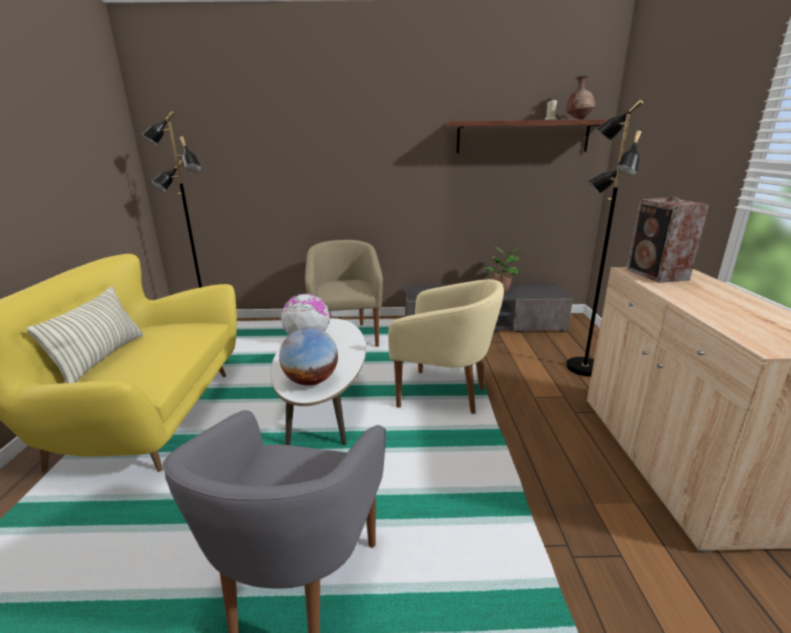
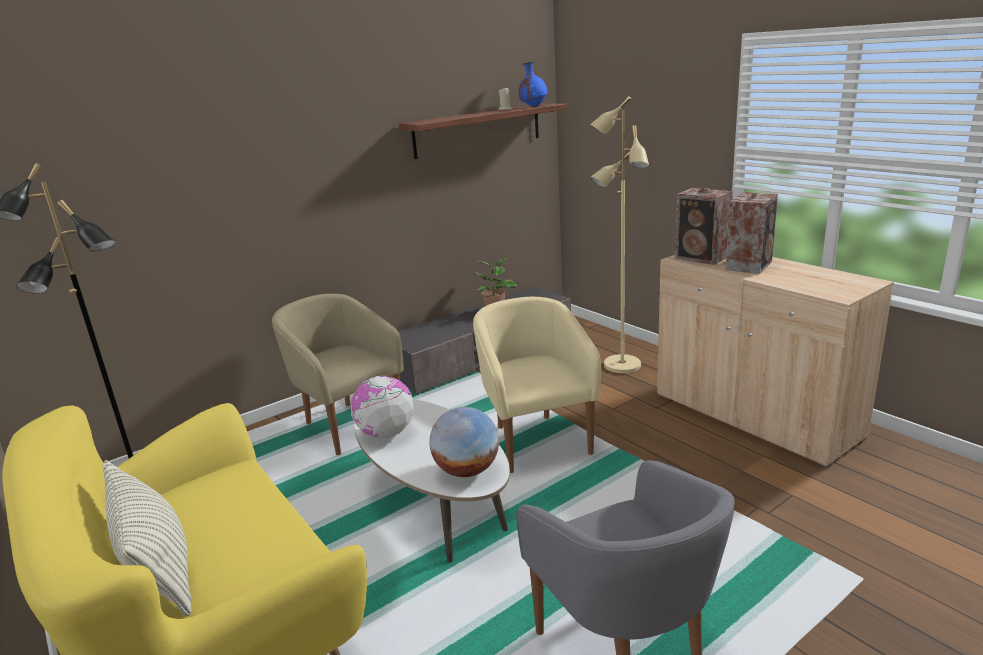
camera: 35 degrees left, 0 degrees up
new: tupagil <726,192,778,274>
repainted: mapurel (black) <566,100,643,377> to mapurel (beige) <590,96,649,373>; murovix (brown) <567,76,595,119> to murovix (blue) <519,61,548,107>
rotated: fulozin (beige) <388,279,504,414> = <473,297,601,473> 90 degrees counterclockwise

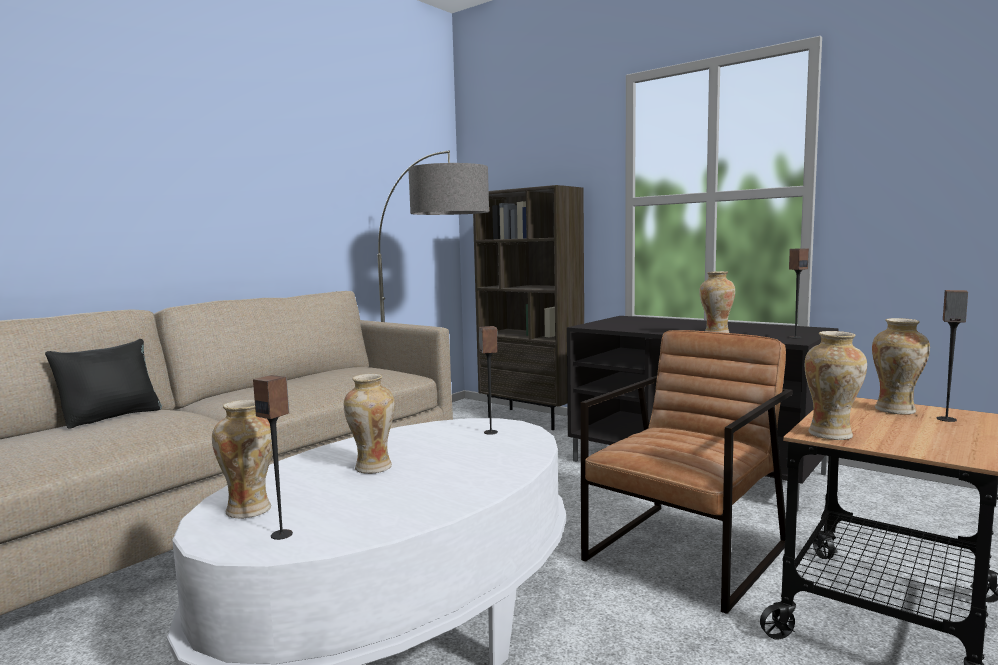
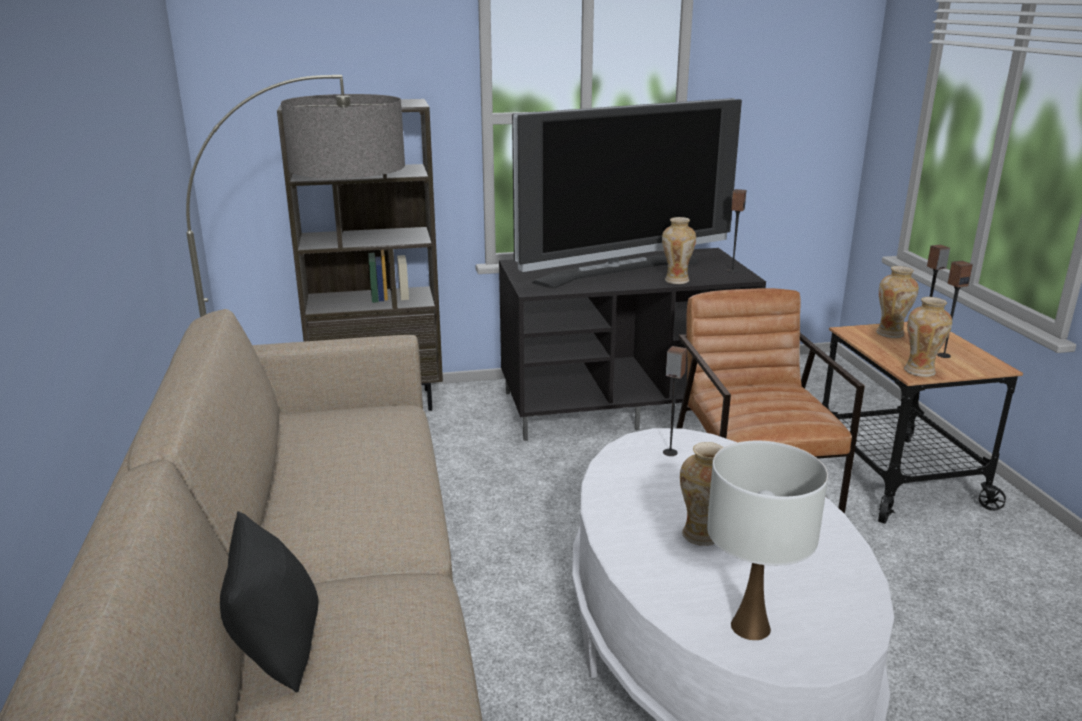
camera: 50 degrees left, 15 degrees up
new: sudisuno <512,98,742,289>
shifted: tupagil <253,375,293,540> to <937,261,973,358>
swapped: murovix <212,400,273,518> to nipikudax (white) <707,441,828,640>

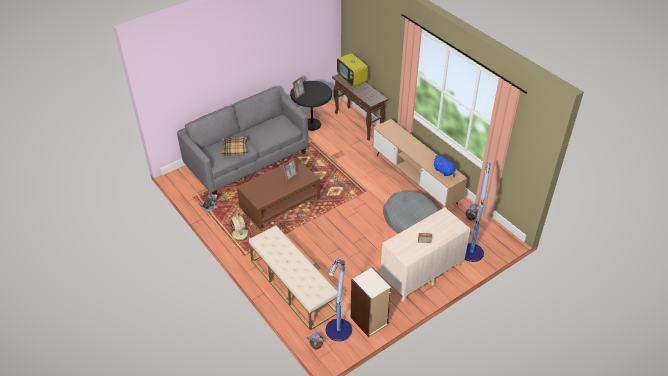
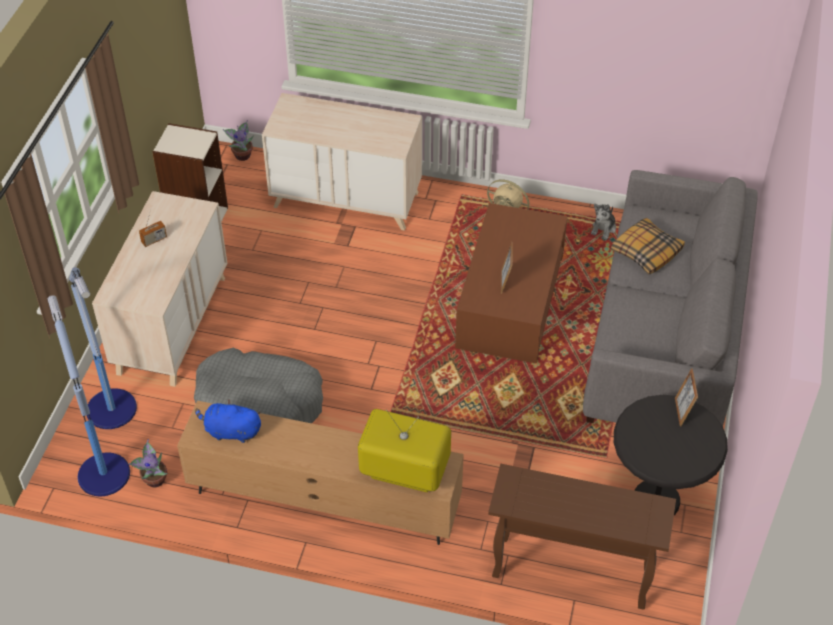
camera: 140 degrees right, 5 degrees up
shifted: mapurel <326,258,352,341> to <48,295,130,496>; sudisuno <337,49,368,88> to <358,409,451,492>
swapped: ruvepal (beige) <249,226,337,331> to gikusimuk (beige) <262,93,422,231>

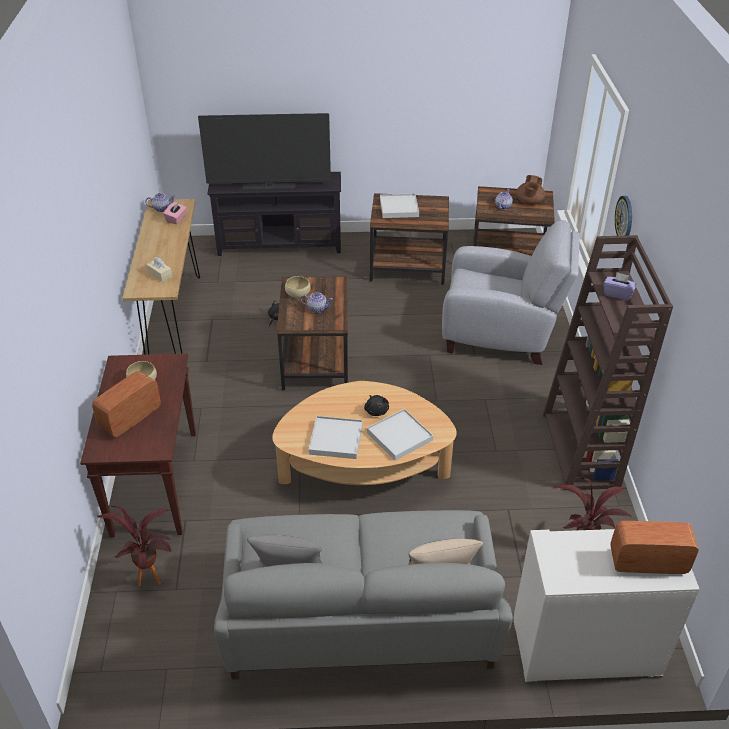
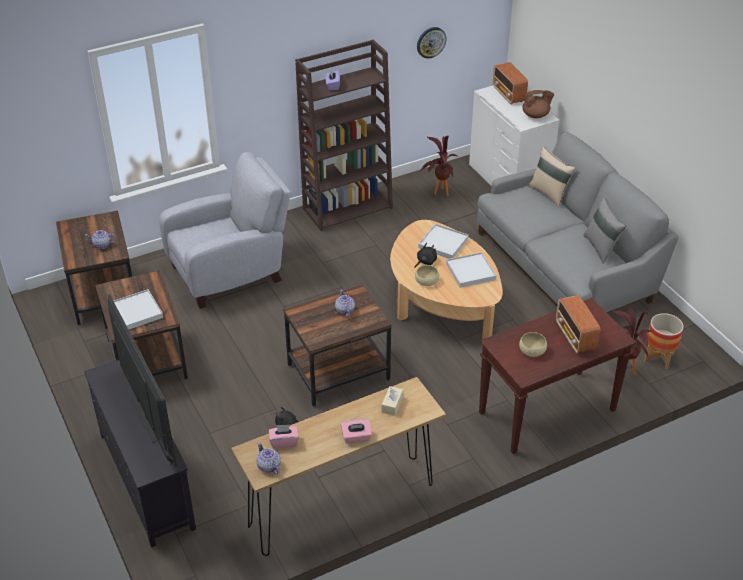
camera: 115 degrees left, 0 degrees up
new: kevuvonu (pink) <341,419,372,443>; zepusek <644,313,684,369>
shifted: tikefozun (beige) <285,276,311,298> to <415,265,439,286>; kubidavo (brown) <516,175,545,205> to <522,90,554,118>; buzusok <615,196,632,236> to <417,27,447,59>
rotated: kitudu <92,371,161,437> = <556,295,600,353> 60 degrees clockwise; fulozin (grey) <442,220,580,365> = <159,152,291,309> 75 degrees clockwise

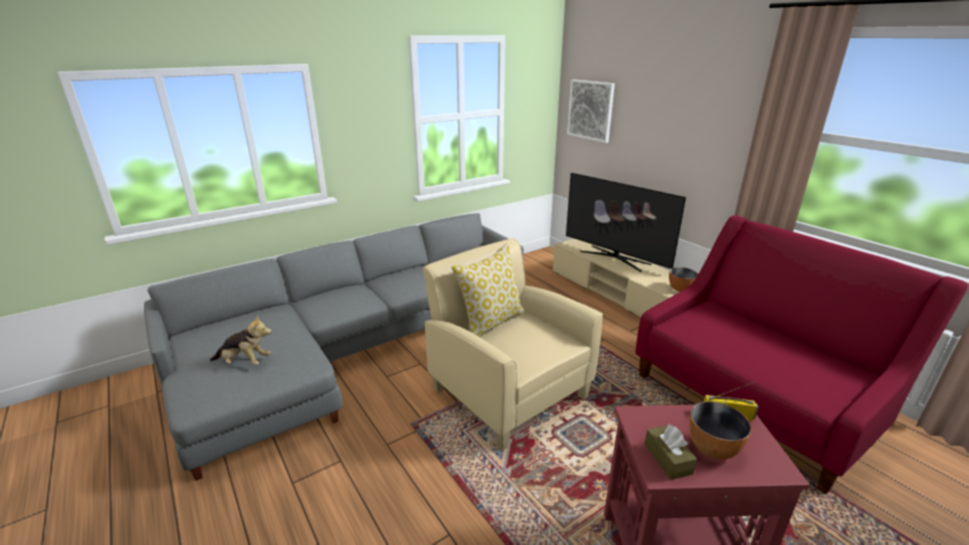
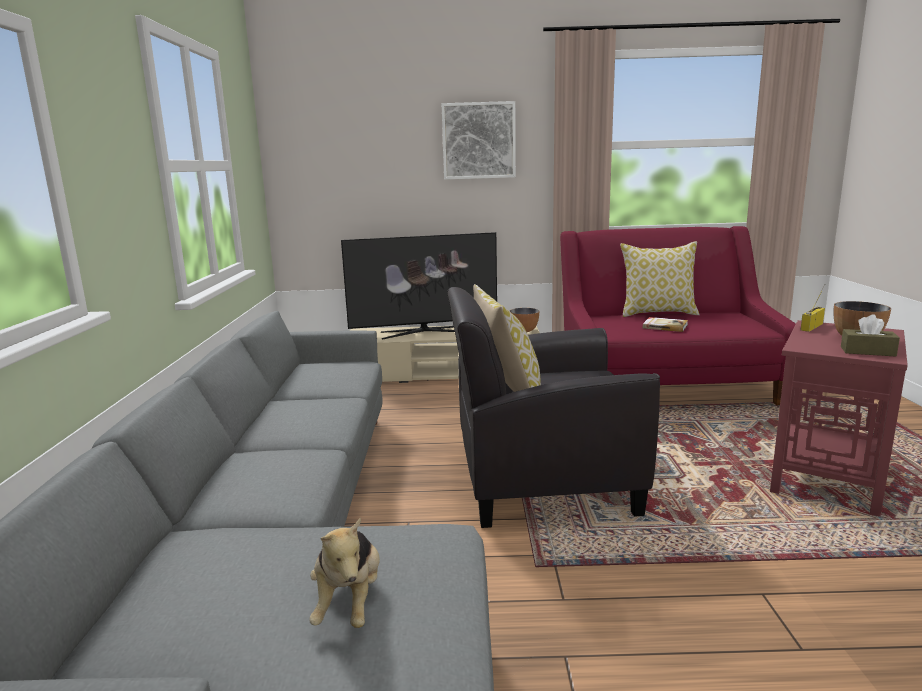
camera: 55 degrees left, 10 degrees down
new: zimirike <620,241,700,317>; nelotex <643,317,688,332>
shifted: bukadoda <567,79,615,143> to <442,101,516,180>
repainted: fulozin (beige) <423,238,603,451> to fulozin (black) <447,287,660,528>
rotated: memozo <210,315,272,365> = <309,517,380,628> 135 degrees clockwise

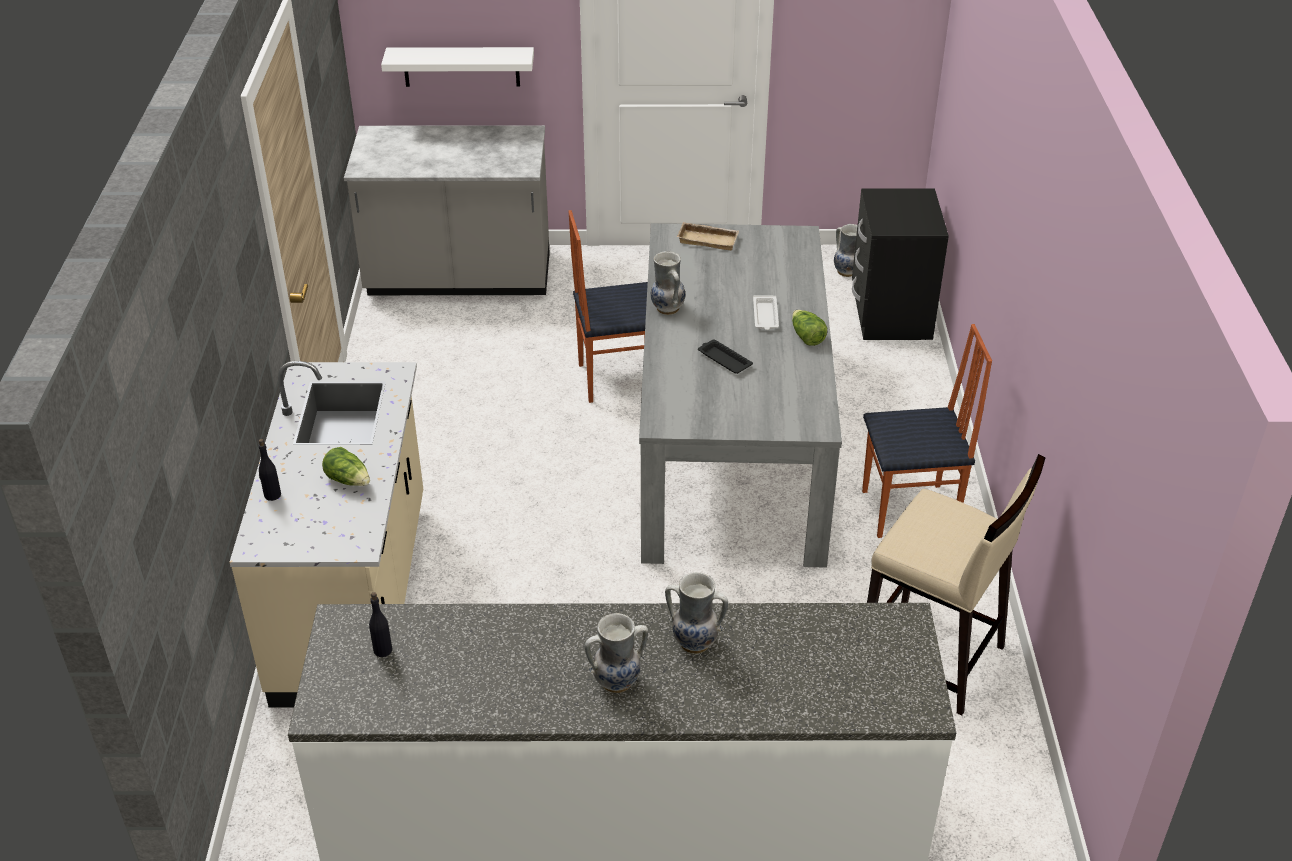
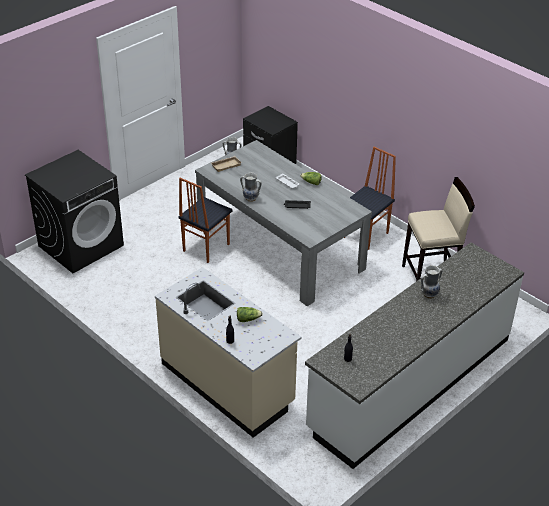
camera: 45 degrees left, 0 degrees up
gone: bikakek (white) <381,47,534,87>; murovix <585,613,648,693>
swapped: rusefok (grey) <344,125,550,295> to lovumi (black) <25,150,124,273>

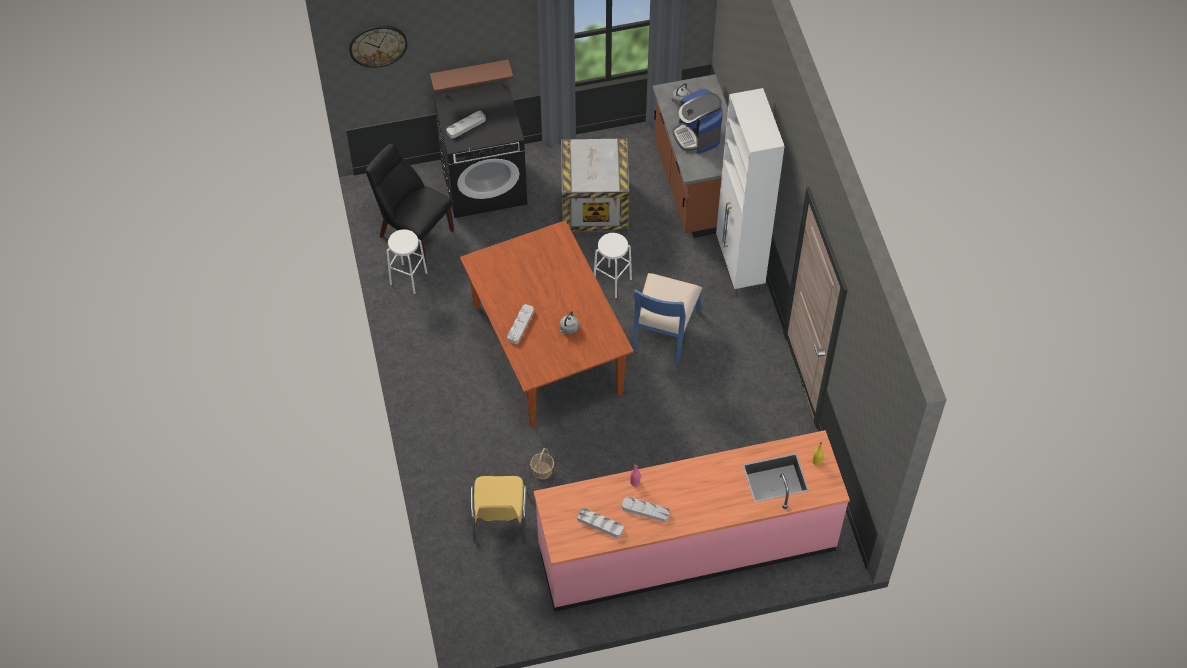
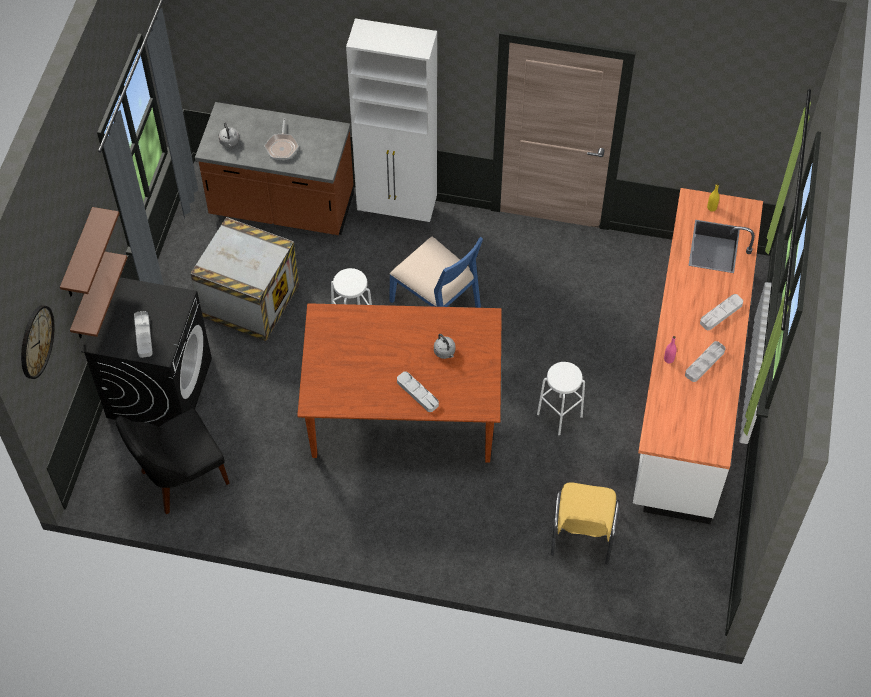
camera: 65 degrees left, 0 degrees up
gone: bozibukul <530,448,554,479>
new: bikakek (brown) <60,207,120,296>
shifted: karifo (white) <387,229,427,294> to <537,362,585,435>; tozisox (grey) <577,508,624,538> to <700,294,743,330>
swapped: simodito <672,89,723,154> to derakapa <264,118,299,160>
repainted: rusefok (pink) <534,430,850,611> to rusefok (white) <633,188,763,524>
rotated: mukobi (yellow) <471,476,528,544> = <551,482,620,564> 75 degrees clockwise

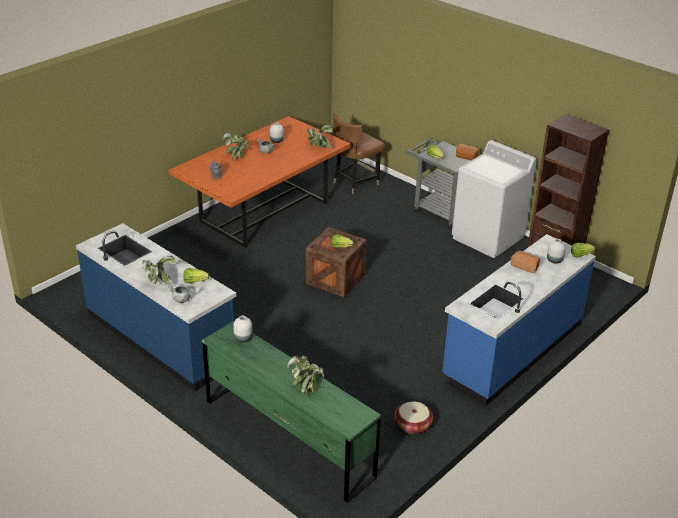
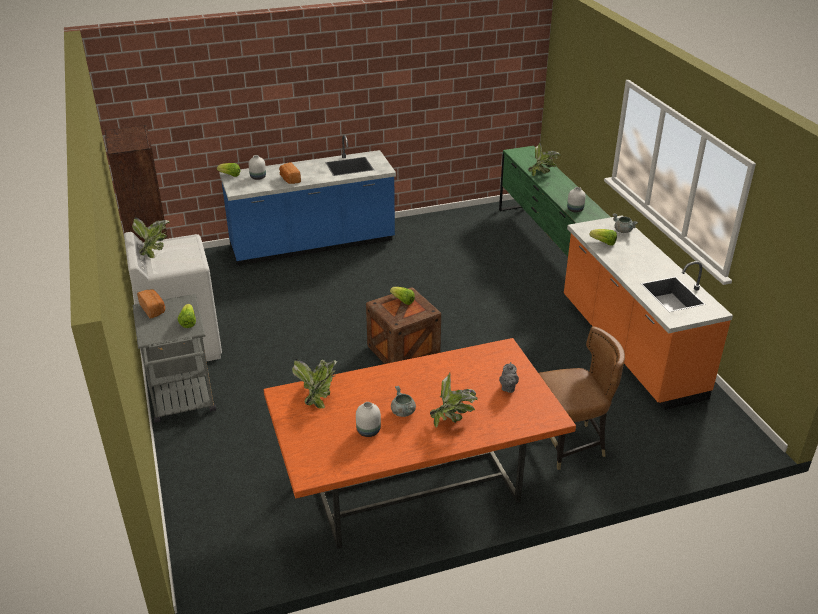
camera: 150 degrees left, 0 degrees up
gone: bozibukul <394,402,433,434>
shifted: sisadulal <143,256,176,285> to <132,217,170,258>; mukobi (brown) <333,113,385,194> to <539,326,625,470>
repainted: rusefok (blue) <76,223,236,391> to rusefok (orange) <564,215,733,410>

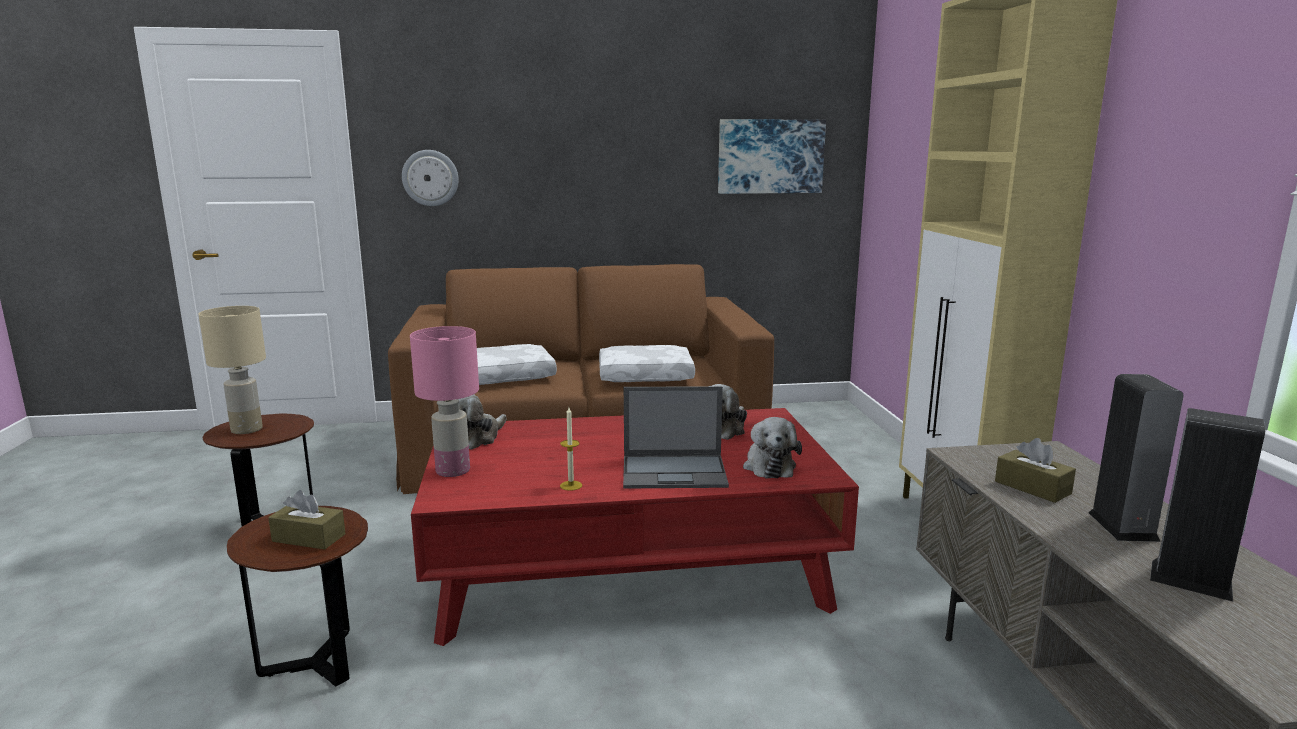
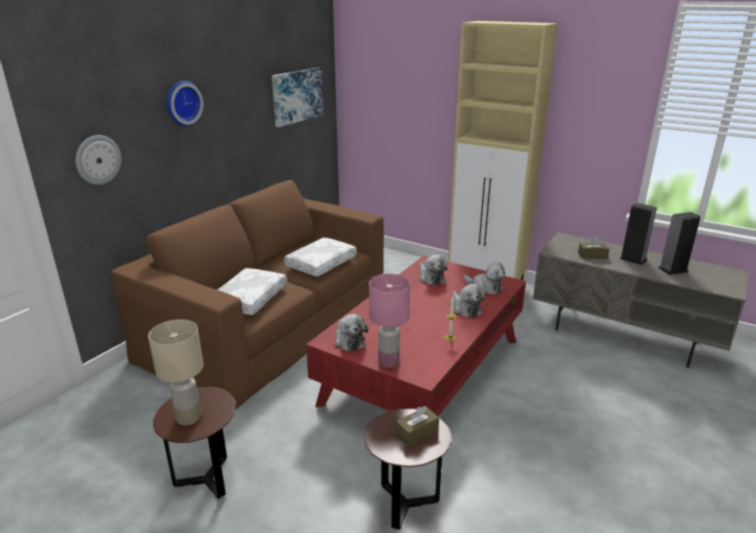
camera: 50 degrees left, 10 degrees up
new: buzusok <166,81,203,126>
swapped: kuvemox <623,386,729,488> to memozo <452,284,485,318>

